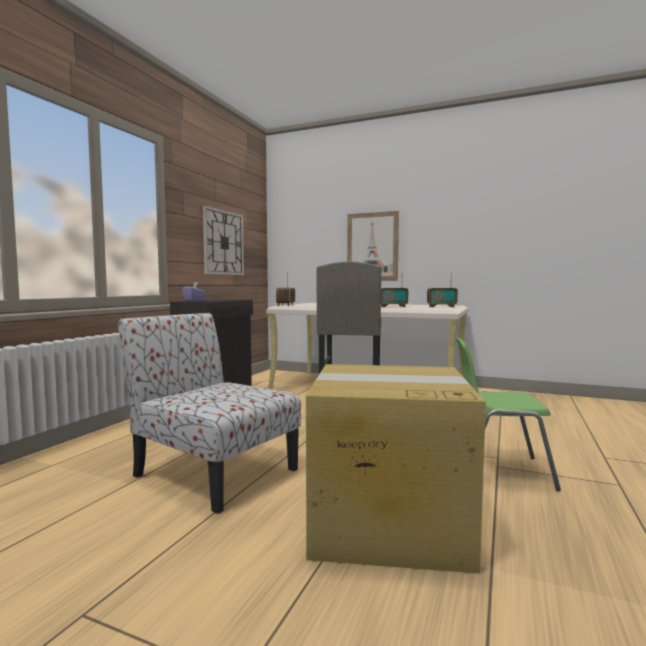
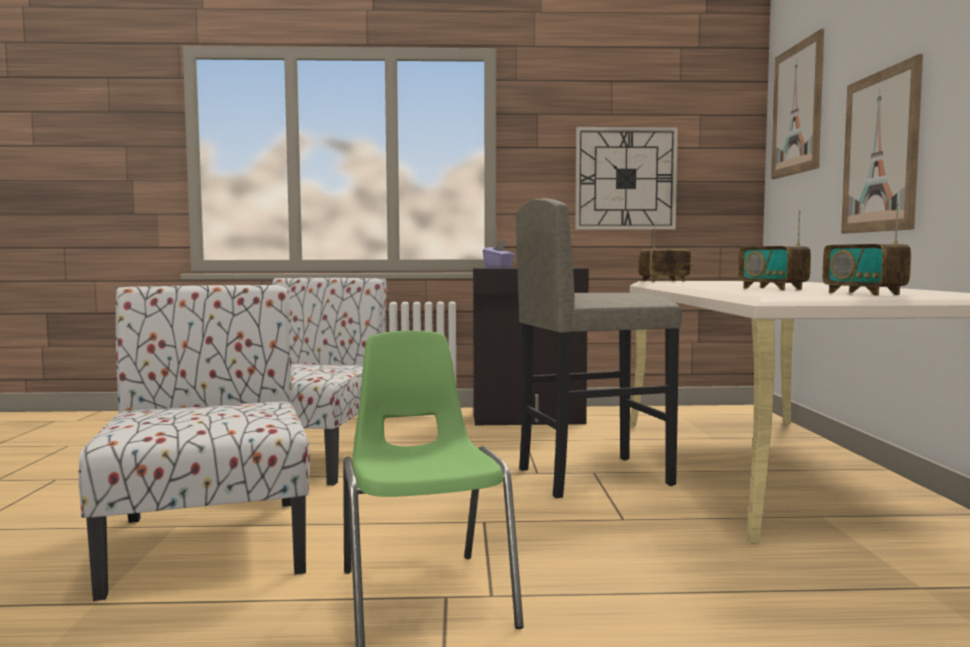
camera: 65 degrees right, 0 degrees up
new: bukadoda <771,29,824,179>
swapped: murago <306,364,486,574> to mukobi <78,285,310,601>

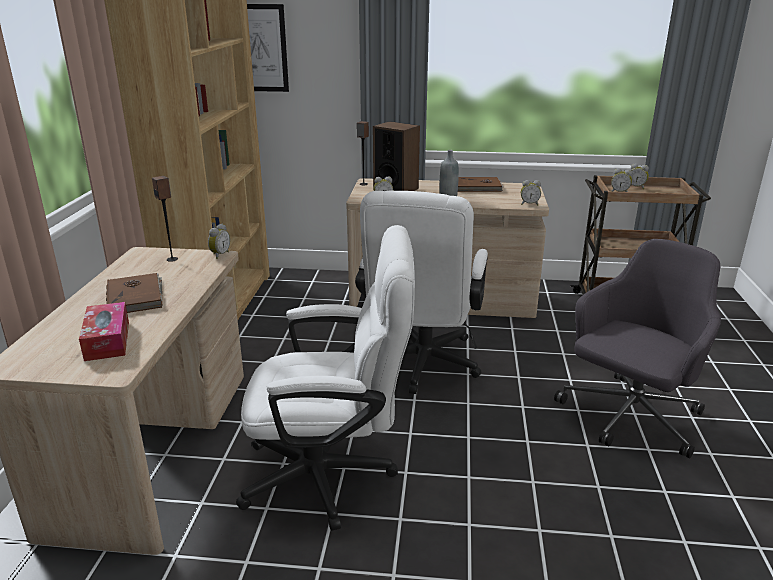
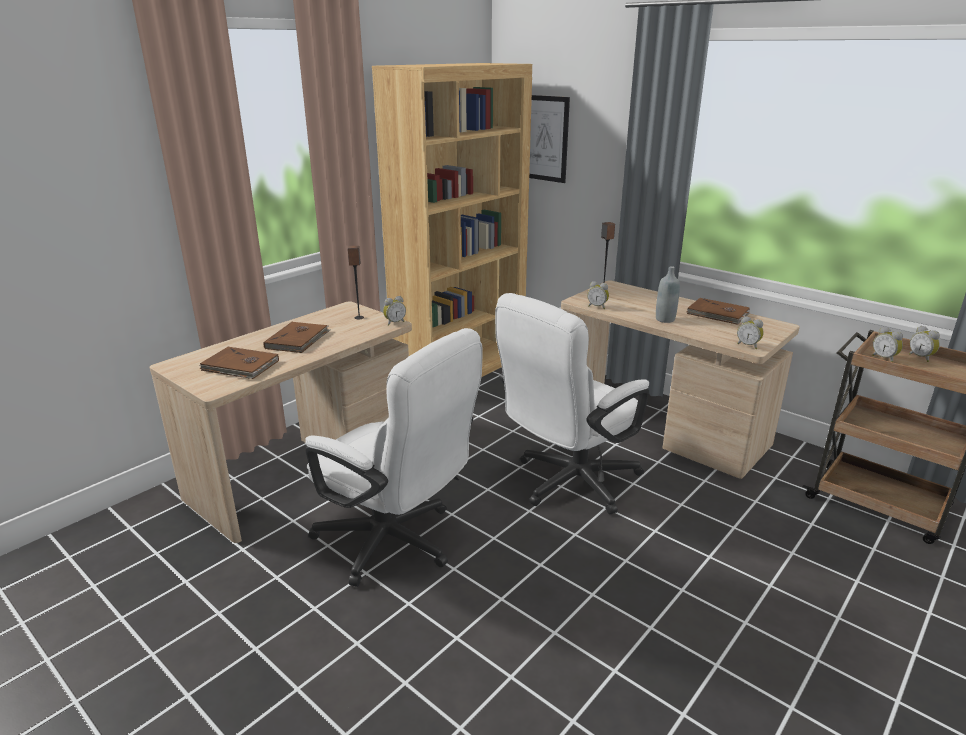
camera: 35 degrees right, 0 degrees up
gone: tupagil <373,121,420,191>; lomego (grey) <554,239,721,458>
swapped: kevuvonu <79,302,129,361> to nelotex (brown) <199,347,279,379>

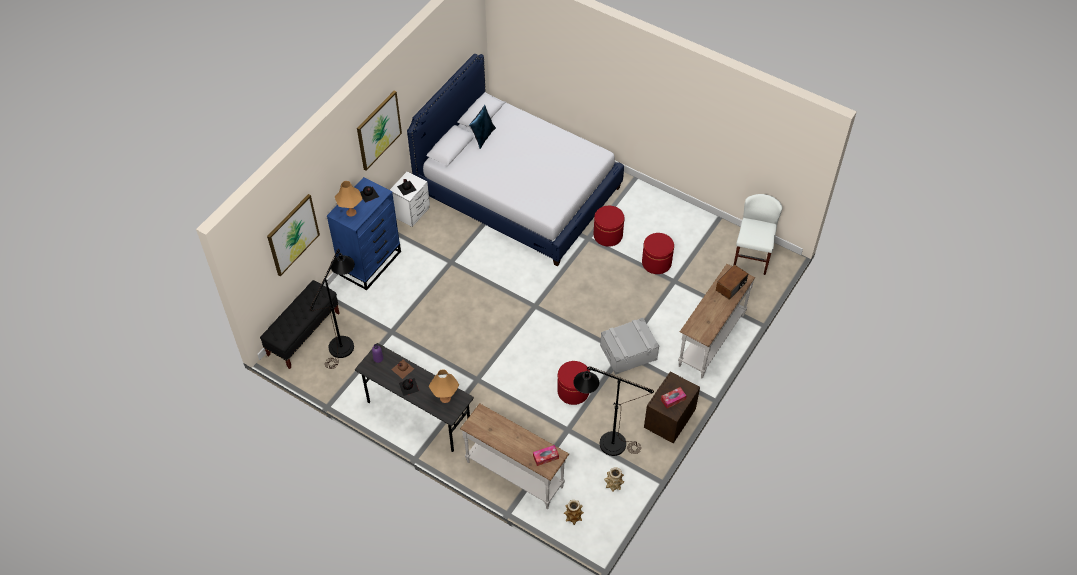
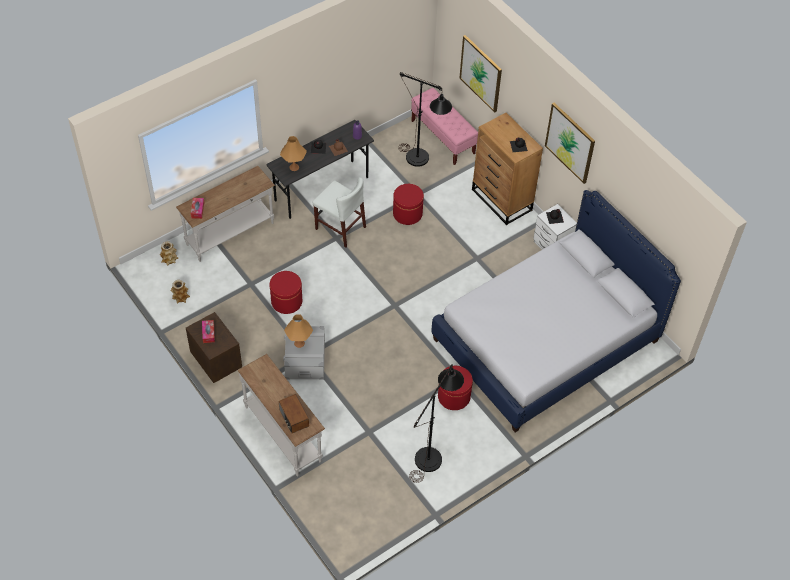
camera: 110 degrees right, 0 degrees up
gone: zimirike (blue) <469,105,496,149>
shifted: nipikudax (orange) <335,181,362,217> to <284,314,313,348>; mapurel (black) <573,366,654,456> to <409,364,464,483>; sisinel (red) <642,233,674,274> to <393,184,424,225>; mukobi (white) <734,194,783,275> to <313,177,366,248>
repainted: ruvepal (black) <260,280,340,369> to ruvepal (pink) <411,88,478,165>; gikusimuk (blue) <327,177,401,290> to gikusimuk (brown) <472,113,543,225>

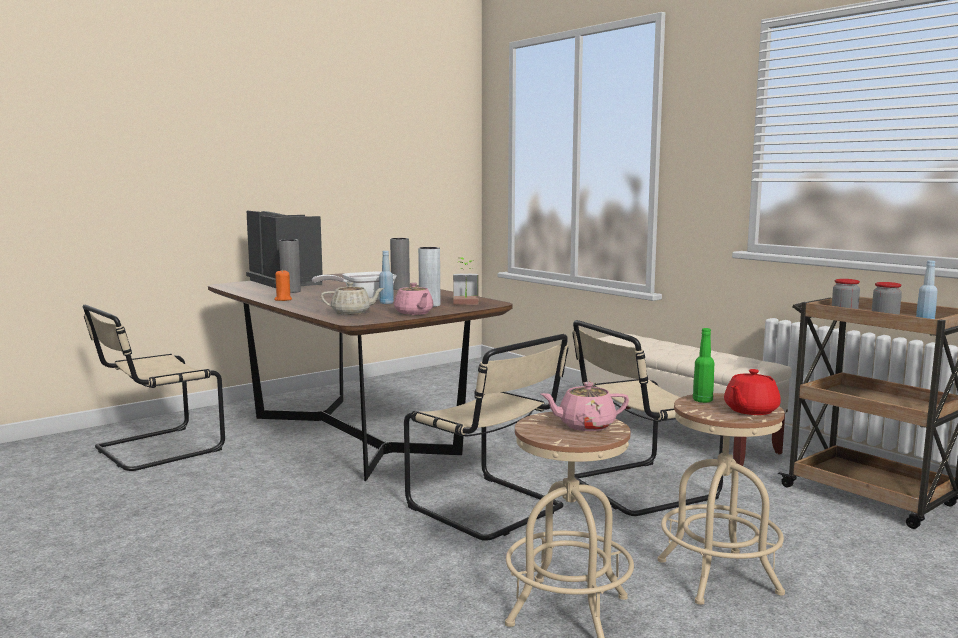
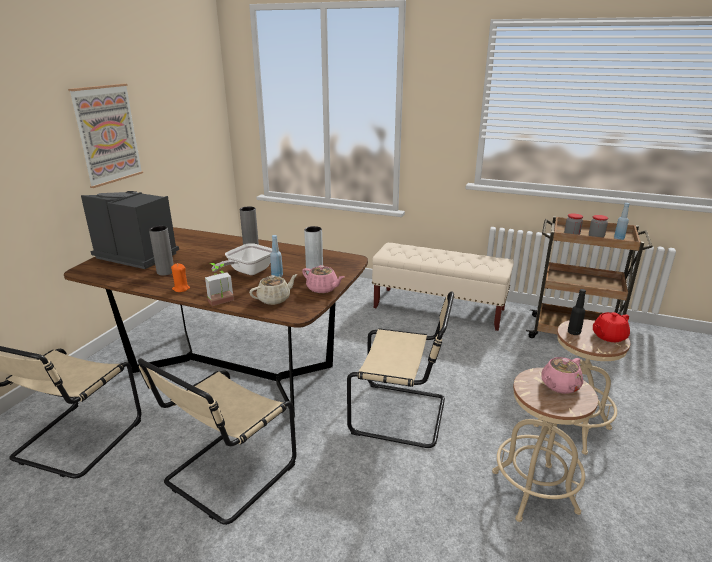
camera: 30 degrees left, 15 degrees up
new: bukadoda <68,84,143,188>
shifted: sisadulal <453,257,479,305> to <205,263,234,306>; mukobi (beige) <572,320,723,516> to <138,358,296,525>
repainted: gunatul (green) <693,328,715,403> to gunatul (black) <568,289,586,335>
rotated: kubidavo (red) <724,369,781,415> = <593,312,630,342> 45 degrees clockwise

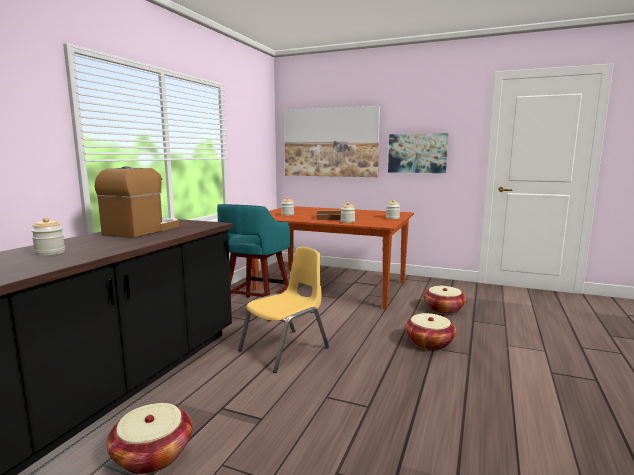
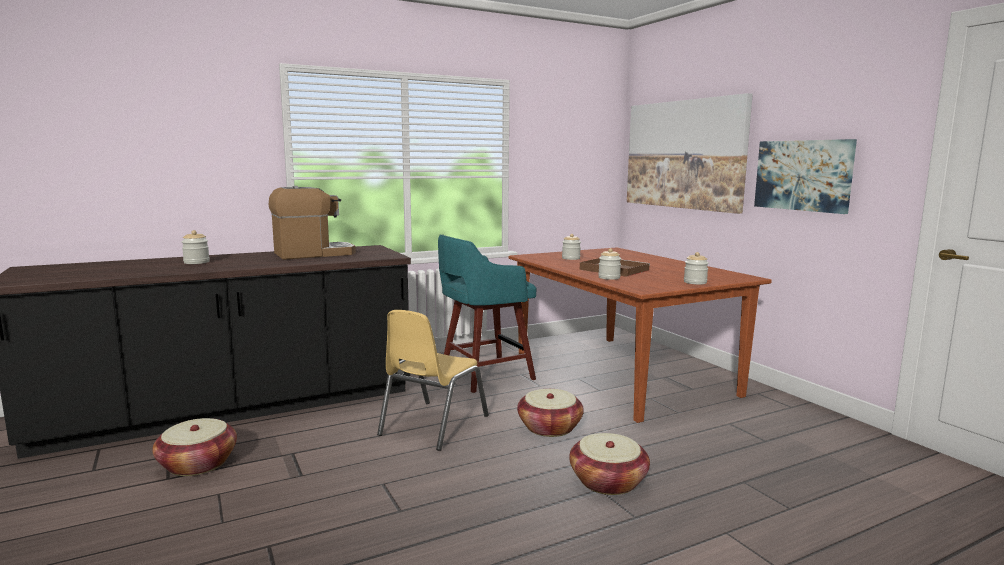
camera: 40 degrees right, 0 degrees up
shifted: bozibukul <424,286,466,314> to <517,389,584,437>
rotated: mukobi (yellow) <238,247,329,373> = <377,310,489,451> 120 degrees clockwise

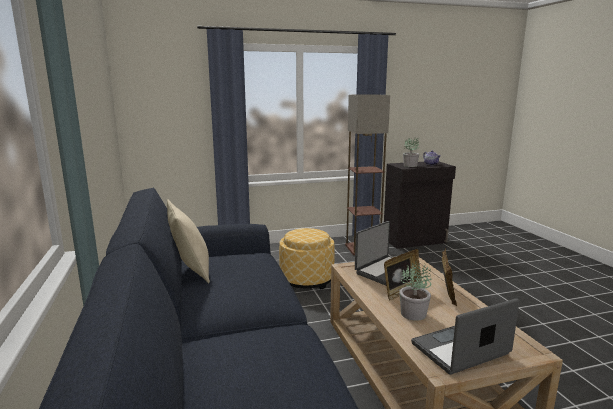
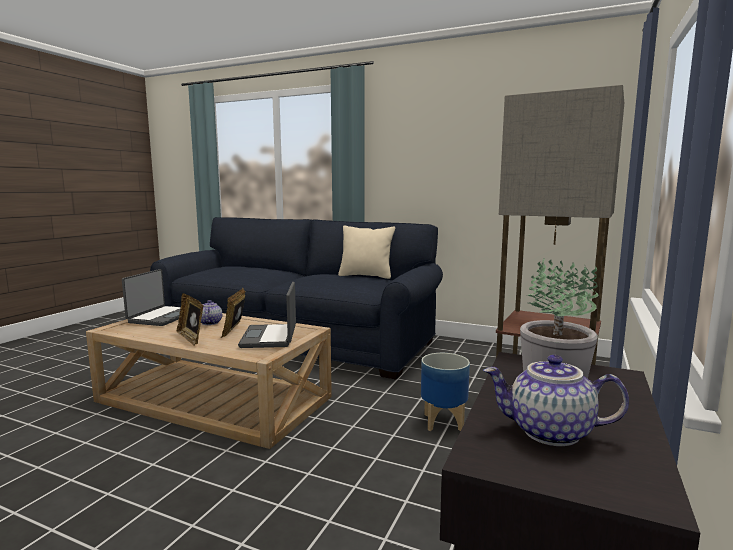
camera: 130 degrees right, 5 degrees down
swapped: sisinel <279,228,335,290> to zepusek <421,353,470,431>; sisadulal <399,261,431,321> to kubidavo <201,300,222,325>

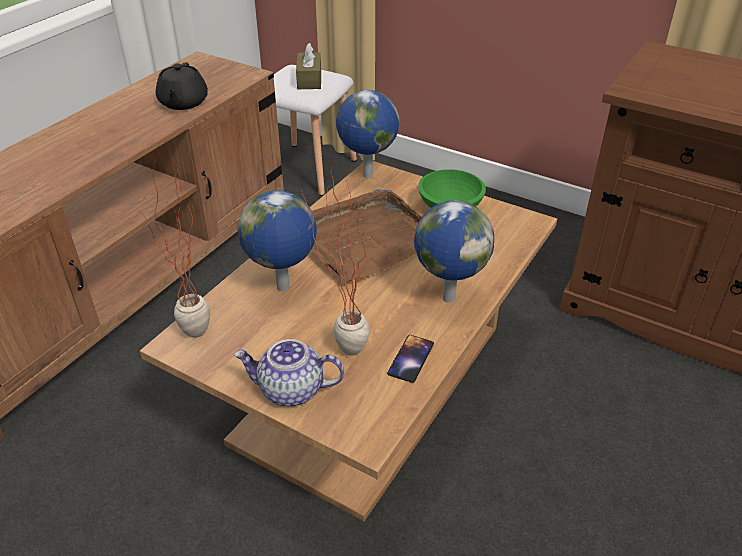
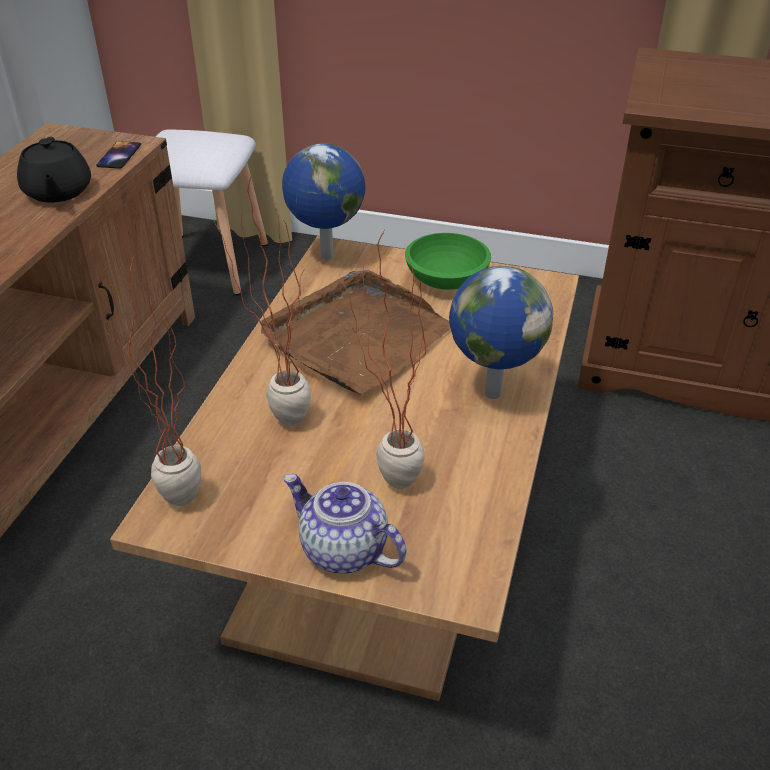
camera: 15 degrees left, 0 degrees up
gone: kevuvonu (brown) <296,43,321,89>
shifted: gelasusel <387,335,434,383> to <96,141,141,169>
swapped: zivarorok <237,190,317,291> to sisadulal <213,176,311,426>
rotated: kubidavo <234,339,344,407> = <283,474,407,574> 45 degrees clockwise

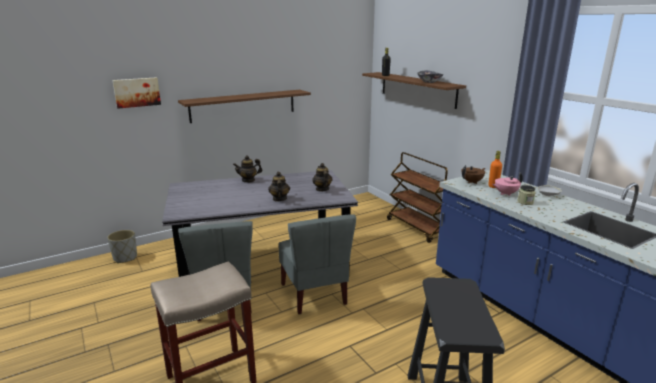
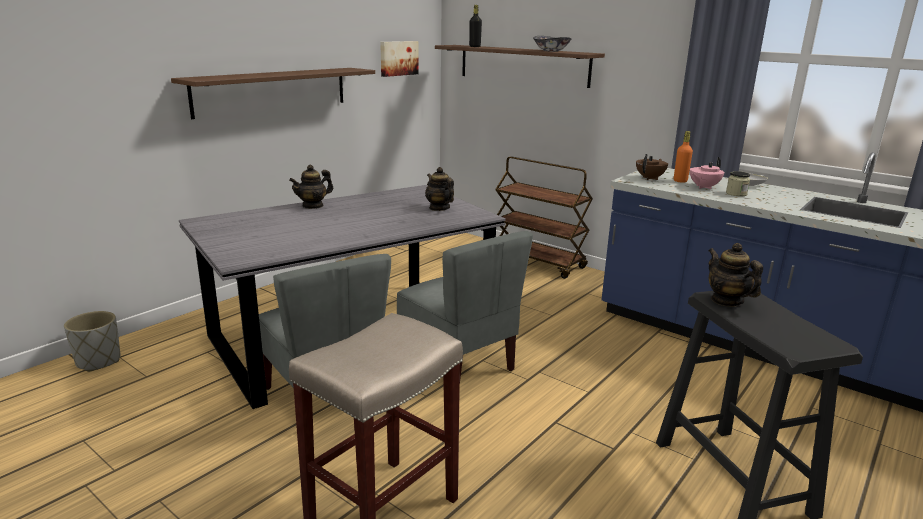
camera: 20 degrees left, 0 degrees up
shifted: bukadoda <113,77,161,109> to <380,41,418,77>; kubidavo <268,171,290,201> to <708,243,763,307>

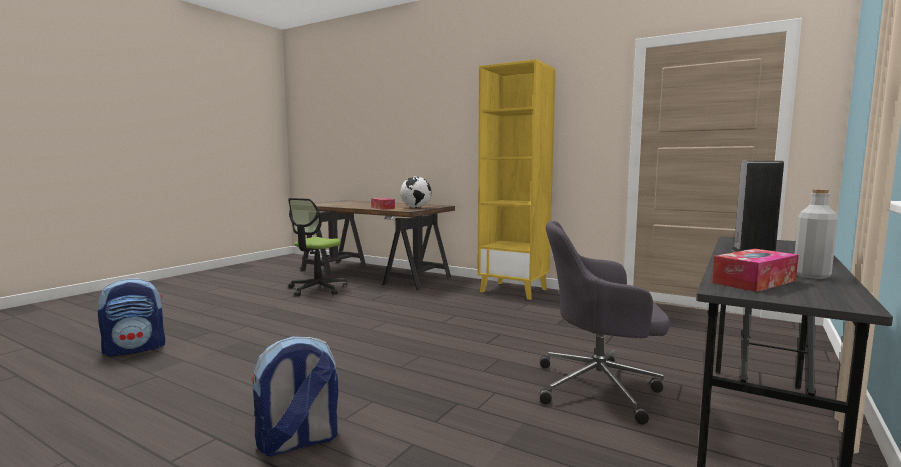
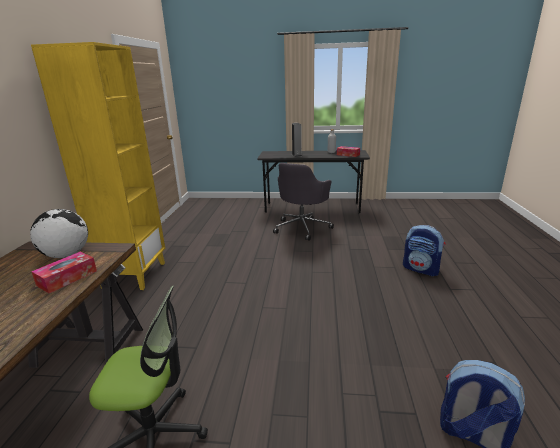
camera: 115 degrees left, 15 degrees up
rotated: lomego (grey) <540,221,670,425> = <273,163,334,241> 45 degrees clockwise

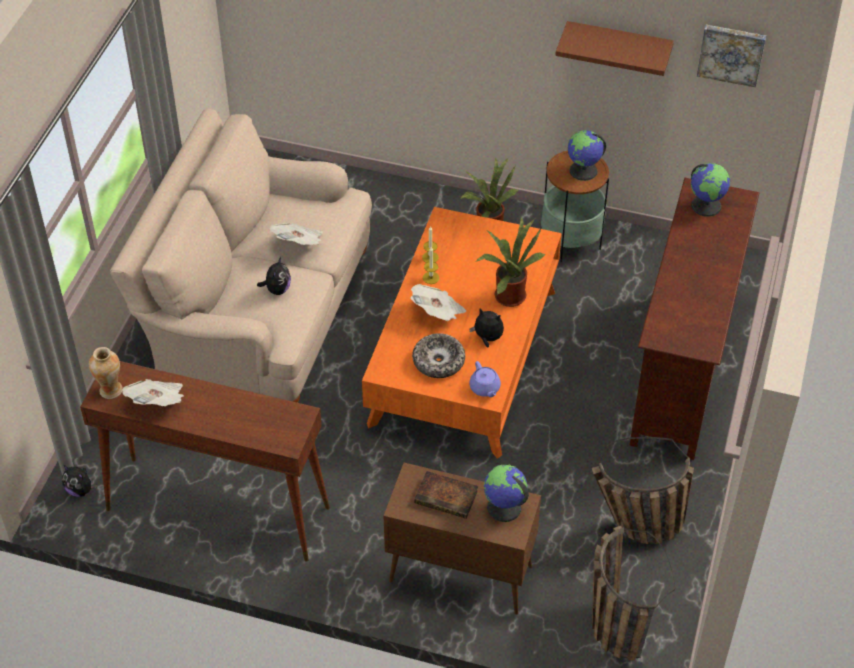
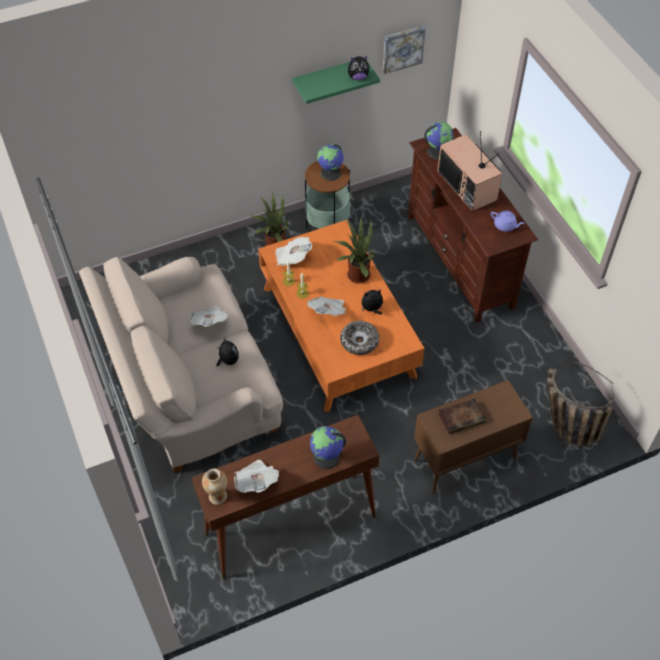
camera: 40 degrees left, 5 degrees up
gone: bozibukul <592,437,694,544>
new: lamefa <275,237,312,266>; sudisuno <437,131,502,211>
shifted: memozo <62,465,97,497> to <348,56,370,80>; kubidavo (purple) <469,361,501,397> to <491,211,525,232>; zivarorok <484,464,529,522> to <310,426,346,469>
repainted: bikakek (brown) <555,21,674,76> to bikakek (green) <292,61,380,104>

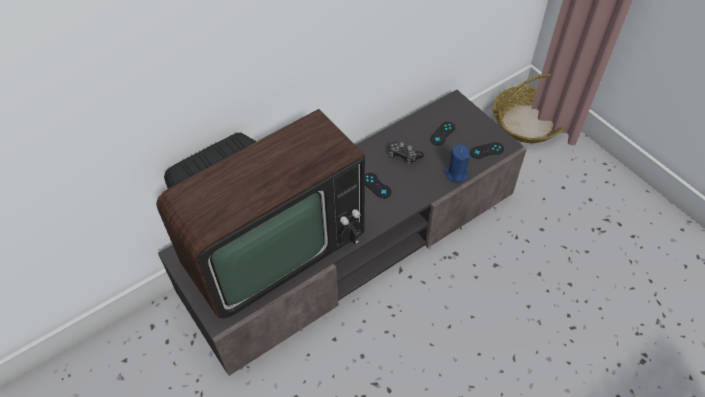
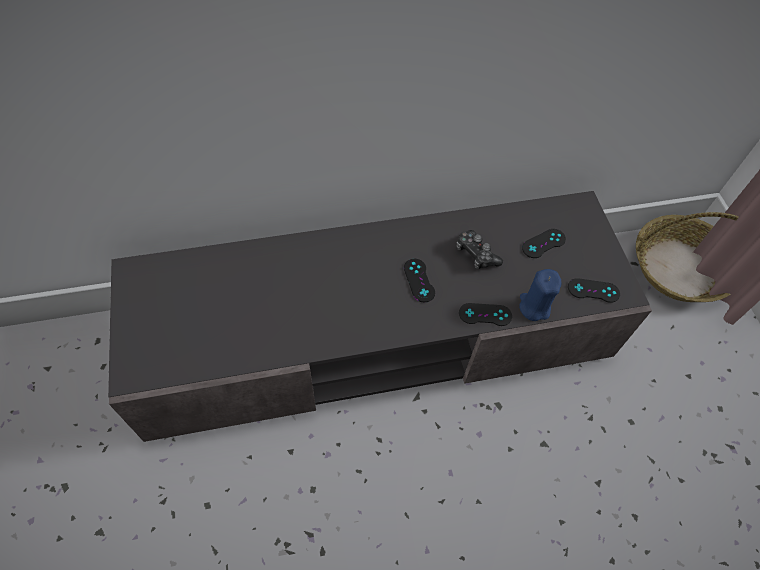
camera: 20 degrees right, 5 degrees up
gone: sudisuno <156,109,365,319>
new: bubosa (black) <459,303,512,326>

